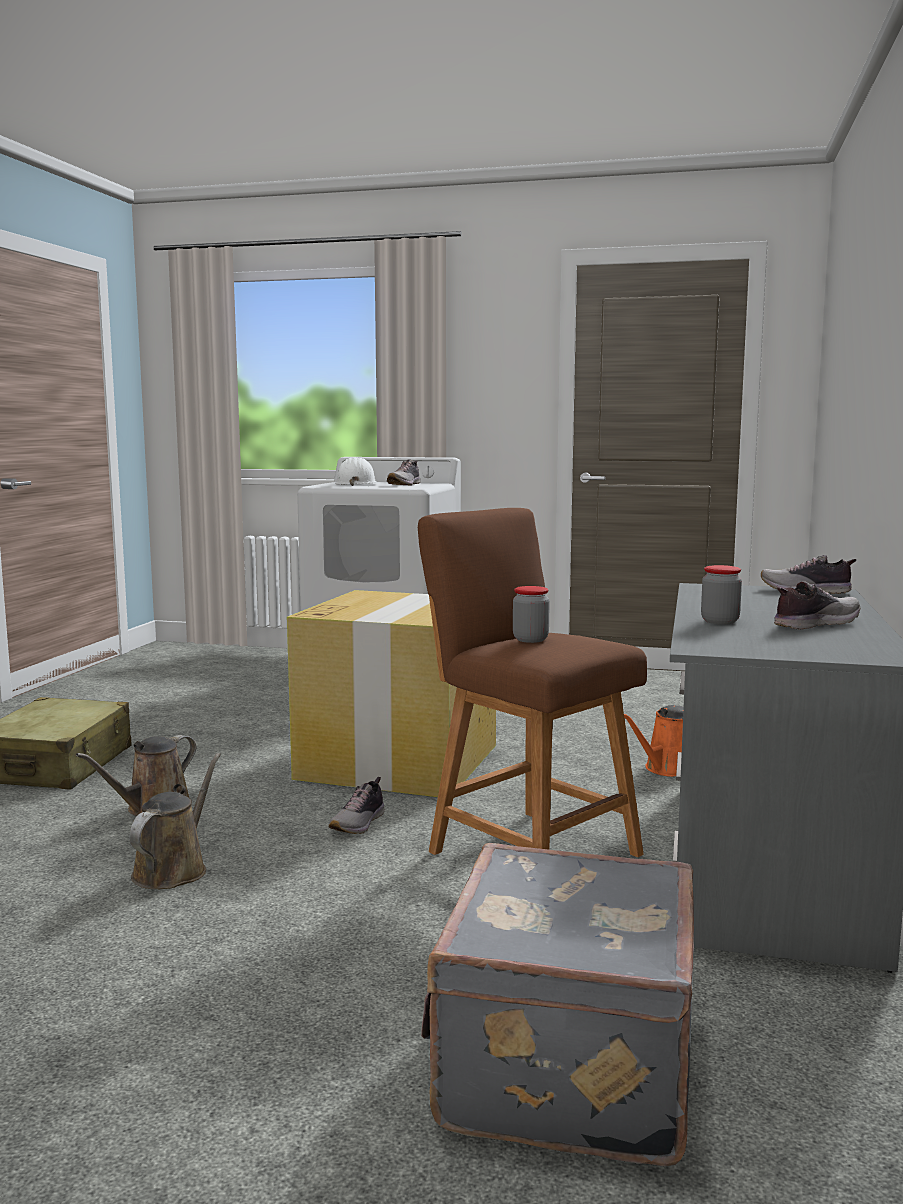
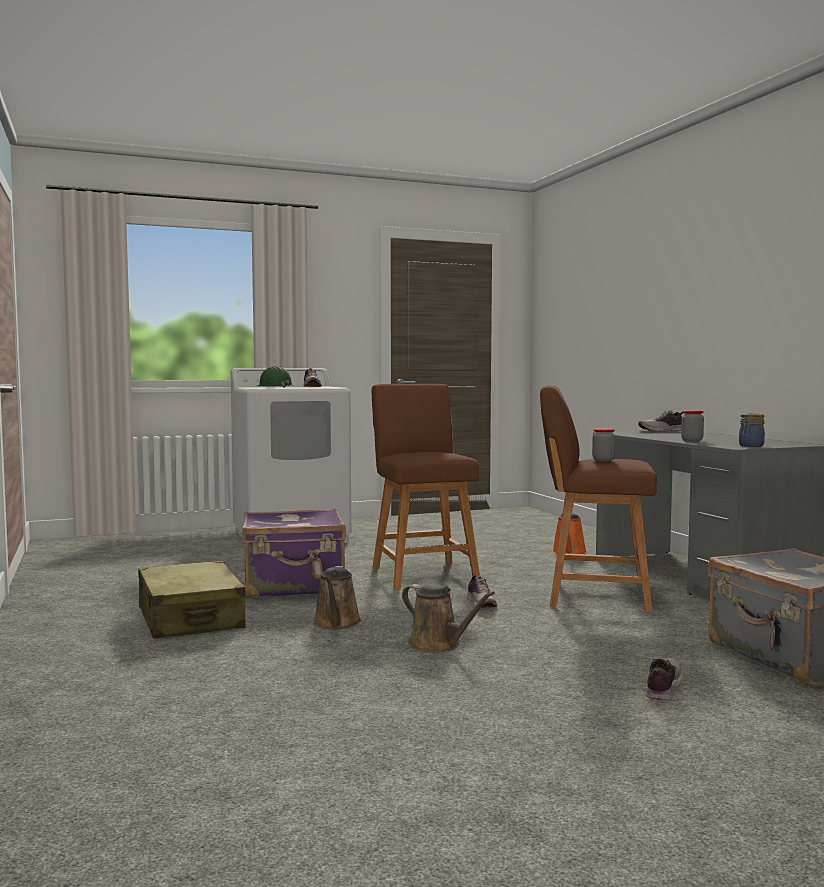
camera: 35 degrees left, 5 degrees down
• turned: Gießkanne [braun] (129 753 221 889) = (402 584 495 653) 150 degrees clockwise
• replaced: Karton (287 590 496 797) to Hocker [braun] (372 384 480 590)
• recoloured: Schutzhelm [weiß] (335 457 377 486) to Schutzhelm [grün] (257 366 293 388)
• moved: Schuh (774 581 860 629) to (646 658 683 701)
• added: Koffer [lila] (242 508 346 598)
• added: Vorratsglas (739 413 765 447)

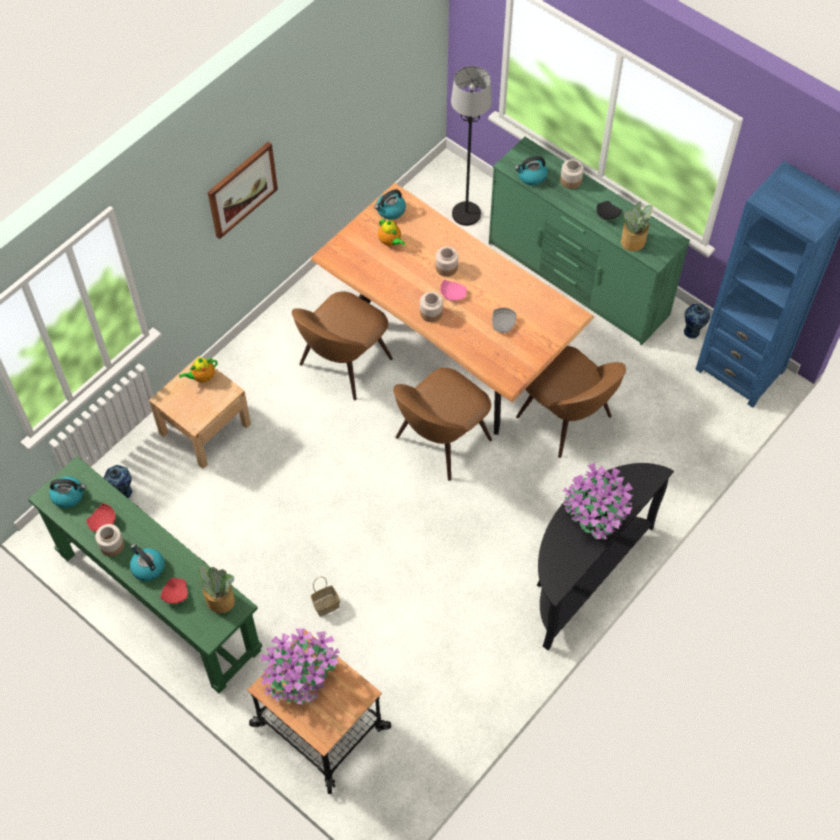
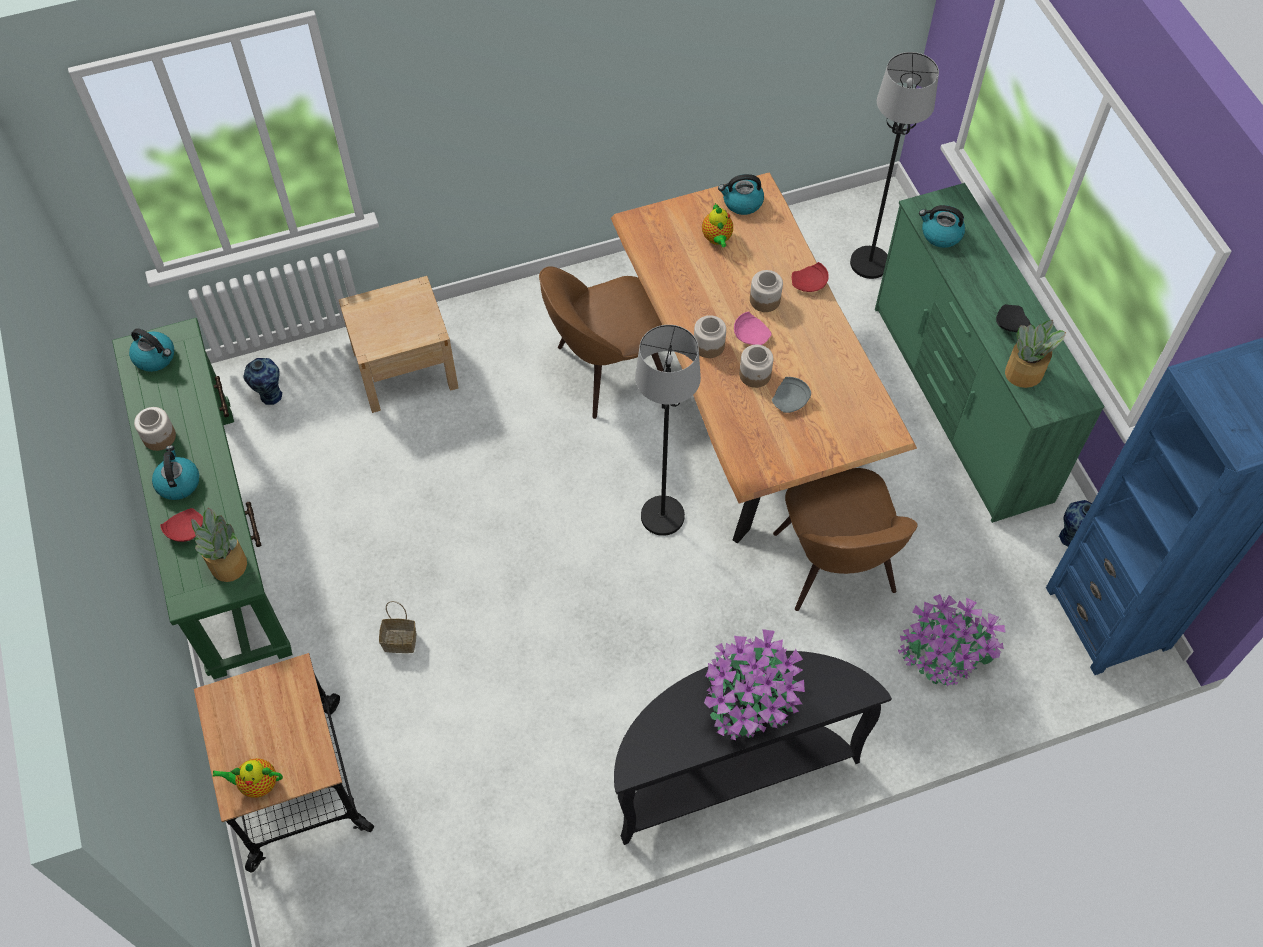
camera: 30 degrees right, 0 degrees up
• moved: Teller [rot] (86 503 115 532) to (792 262 829 292)
• moved: Teekanne (179 358 218 382) to (212 758 283 798)
• removed: Bild (208 142 278 239)
• moved: Topfpflanze (261 629 340 705) to (898 594 1006 686)
• replaced: Stuhl [braun] (393 368 492 481) to Stehlampe [schwarz] (635 325 701 536)
• moved: Vorratsglas (560 159 584 189) to (739 345 773 388)

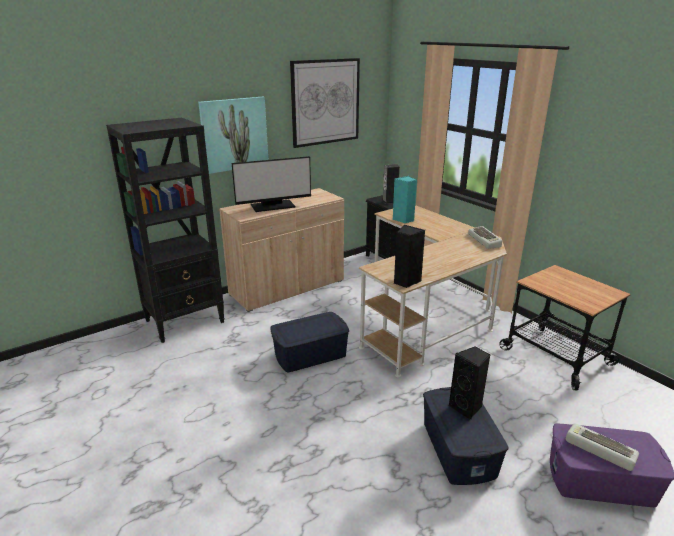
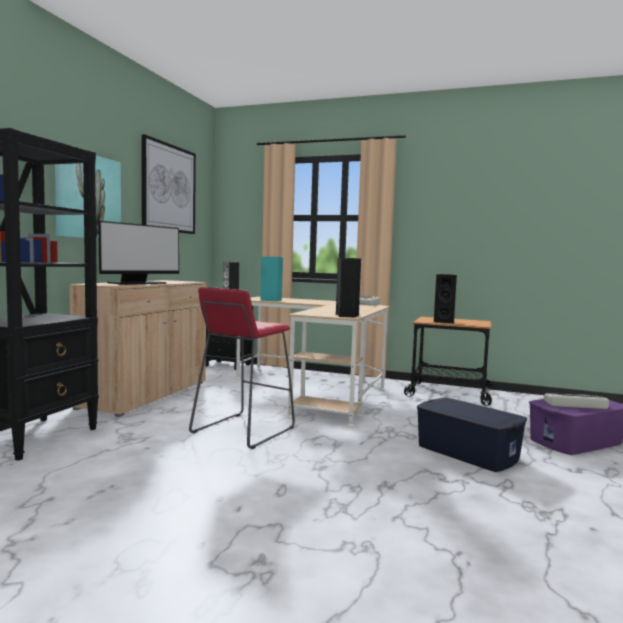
camera: 35 degrees left, 20 degrees down
• replaced: Aufbewahrungsbox [blau] (270 312 349 373) to Hocker [rot] (189 287 295 449)
• moved: Lautsprecher [schwarz] (449 346 490 420) to (434 274 457 324)

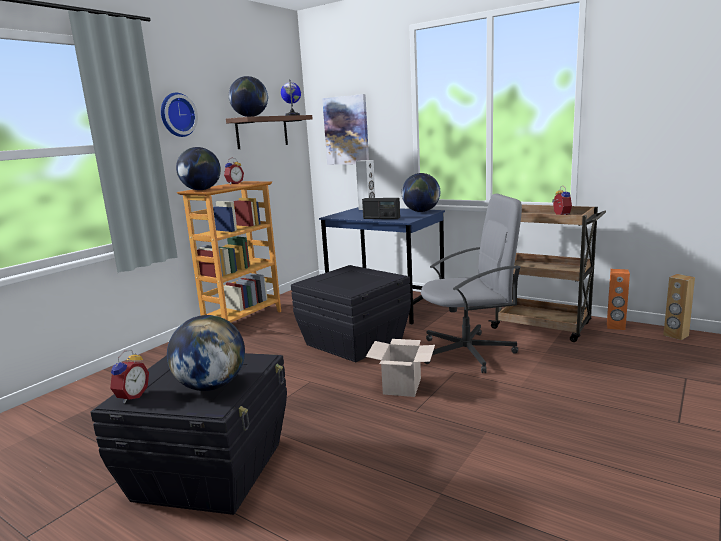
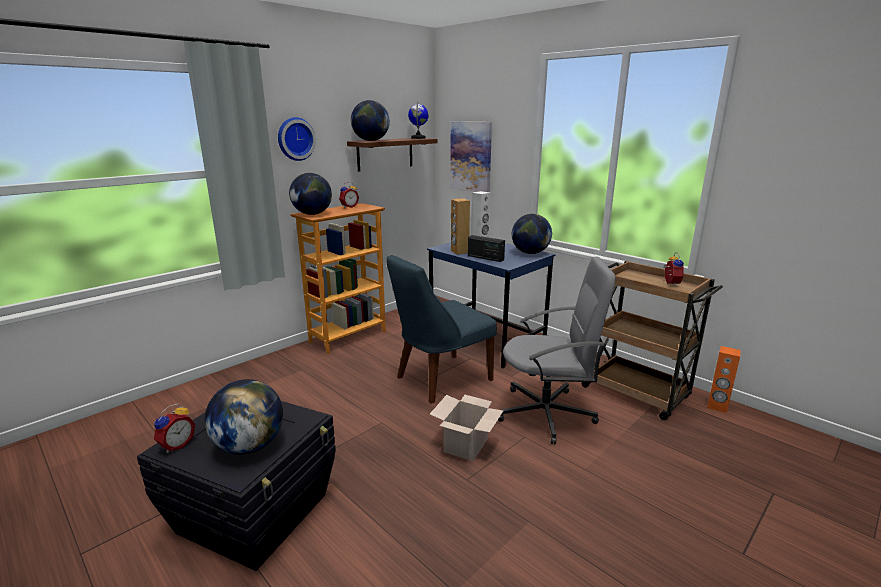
camera: 10 degrees right, 5 degrees up
• replaced: Aufbewahrungsbox [schwarz] (291 265 411 362) to Stuhl [blau] (386 255 497 404)
• moved: Lautsprecher [braun] (663 274 695 340) to (451 198 470 255)

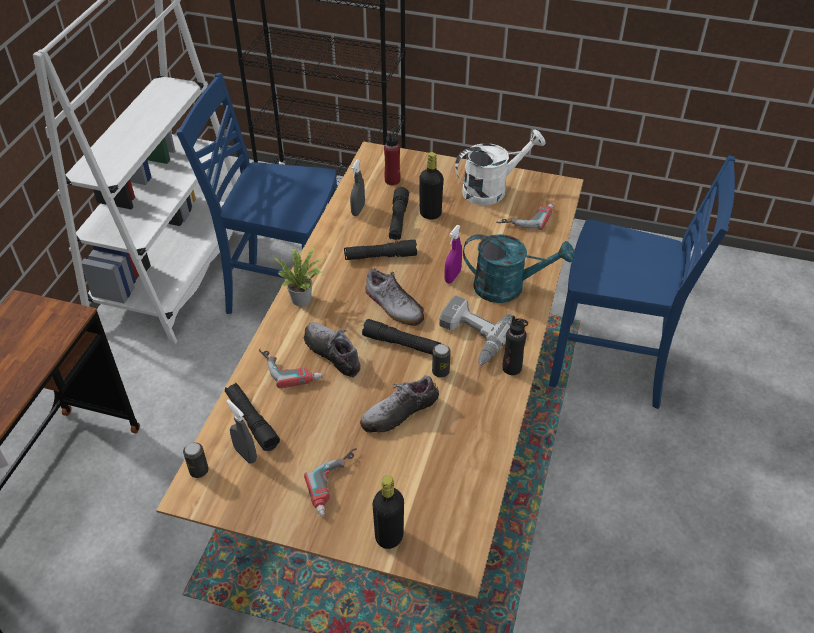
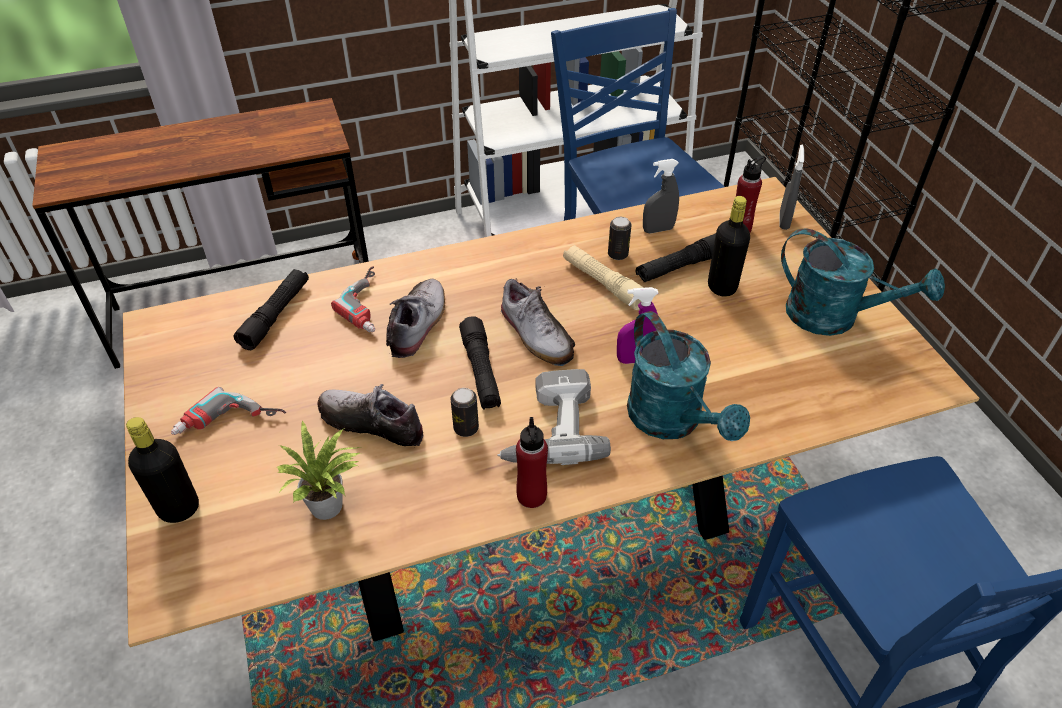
camera: 55 degrees right, 0 degrees up
• moved: Dose (183 442 209 478) to (608 217 632 260)
• moved: Sprühflasche [grau] (226 399 257 464) to (780 145 804 230)
• moved: Topfpflanze (274 246 324 306) to (277 420 362 520)
• recoloured: Taschenlampe [schwarz] (344 240 417 260) to Taschenlampe [beige] (563 245 644 310)
• turned: Schuh (365 268 424 326) = (501 278 575 366) 45 degrees counterclockwise
• recoloured: Gießkanne [weiß] (455 129 546 205) to Gießkanne [türkis] (781 228 945 336)
• removed: Bohrmaschine (496 204 553 230)
• recoloured: Flasche [schwarz] (502 316 528 375) to Flasche [rot] (516 417 548 508)

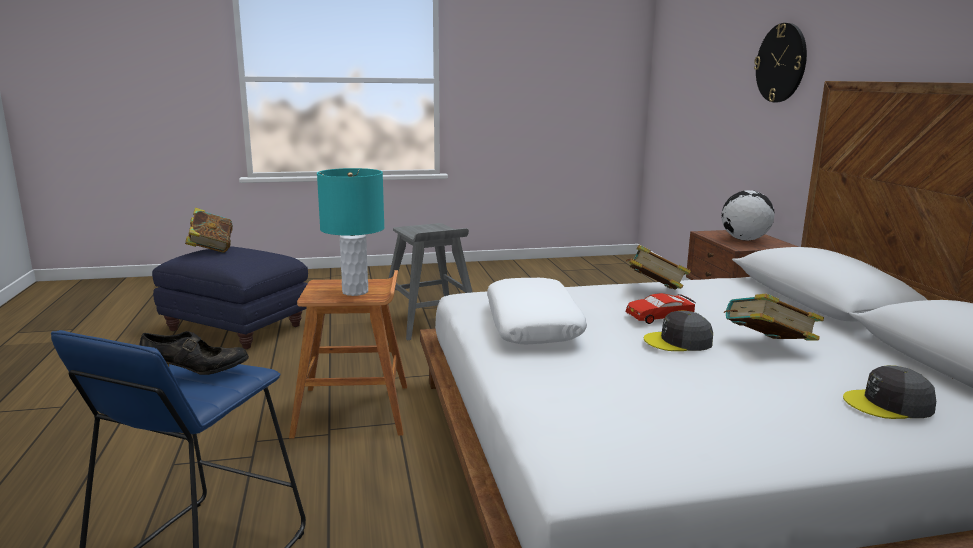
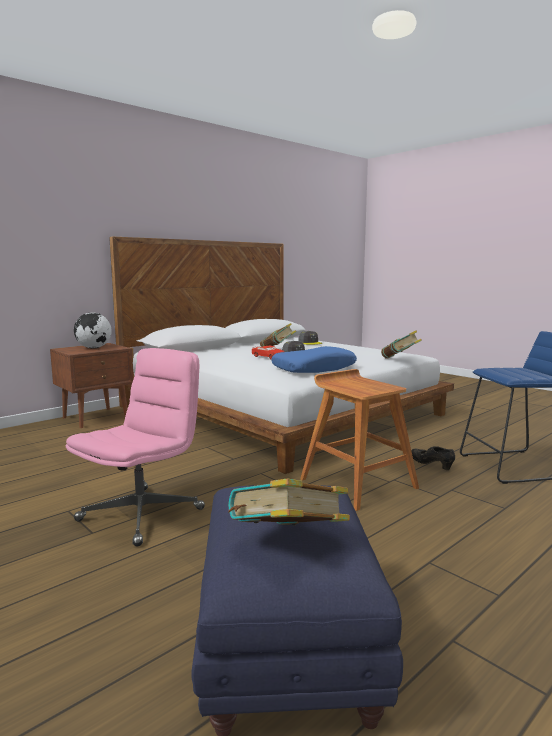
camera: 120 degrees left, 5 degrees down
• moved: Schuh [schwarz] (140 331 249 375) to (411 446 455 470)
• removed: Tischlampe [türkis] (317 168 385 296)
• replaced: Hocker [grau] (388 223 472 340) to Bürostuhl [rosa] (66 348 205 547)
• recoloured: Kissen [weiß] (487 278 587 344) to Kissen [blau] (271 346 357 373)
• moved: Buch (626 245 691 290) to (381 331 422 359)
• removed: Wanduhr (754 23 807 102)

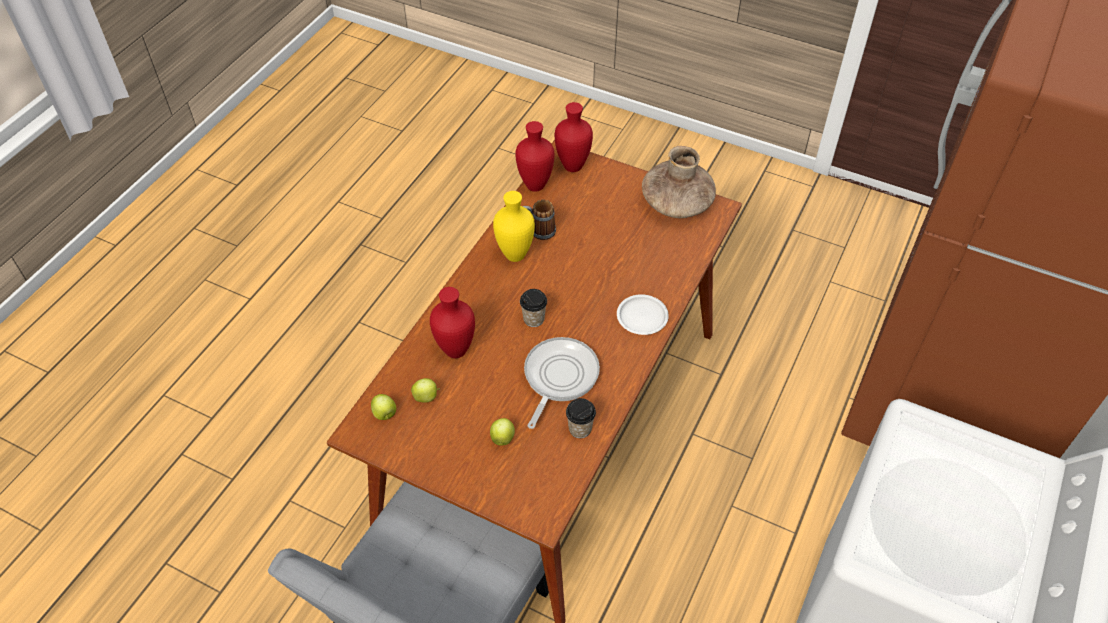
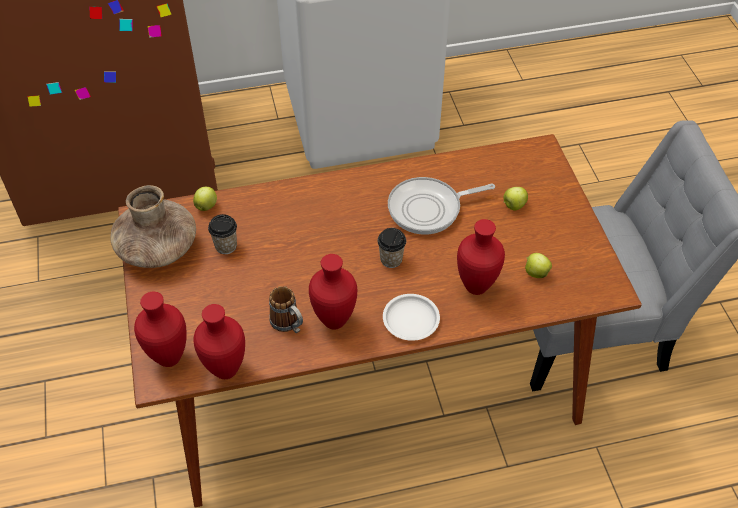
camera: 130 degrees left, 0 degrees up
• moved: Apfel (371 394 396 420) to (193 187 217 211)
• recoloured: Vase [gelb] (493 191 535 262) to Vase [rot] (309 254 357 329)
• moved: Tasse (566 398 596 438) to (208 214 237 254)
• moved: Teller [weiß] (617 294 669 335) to (383 294 440 341)

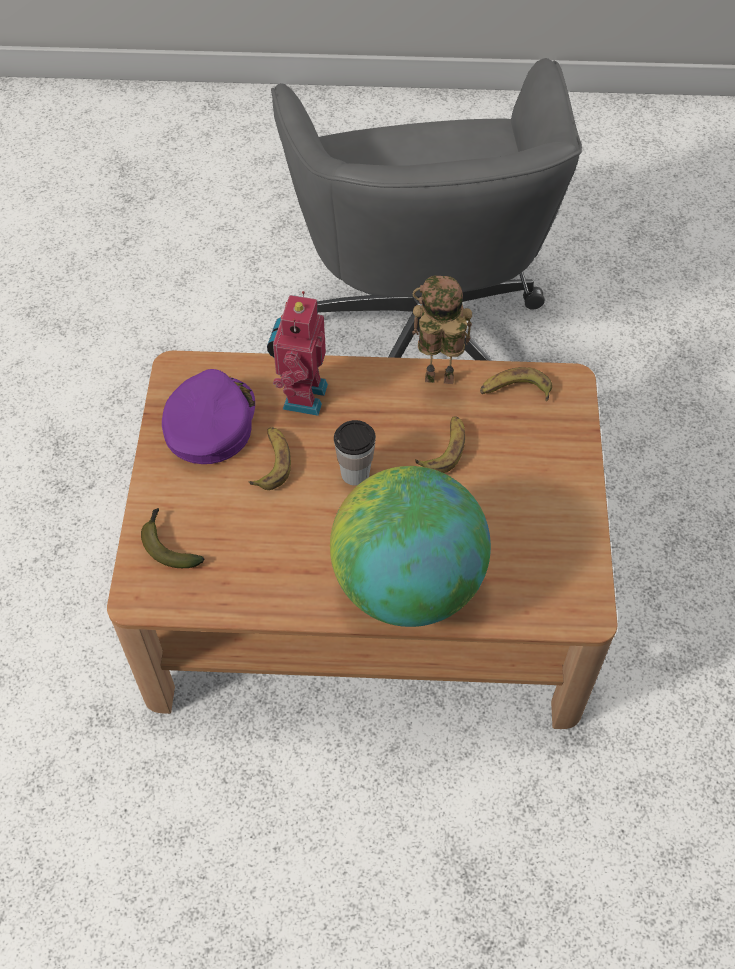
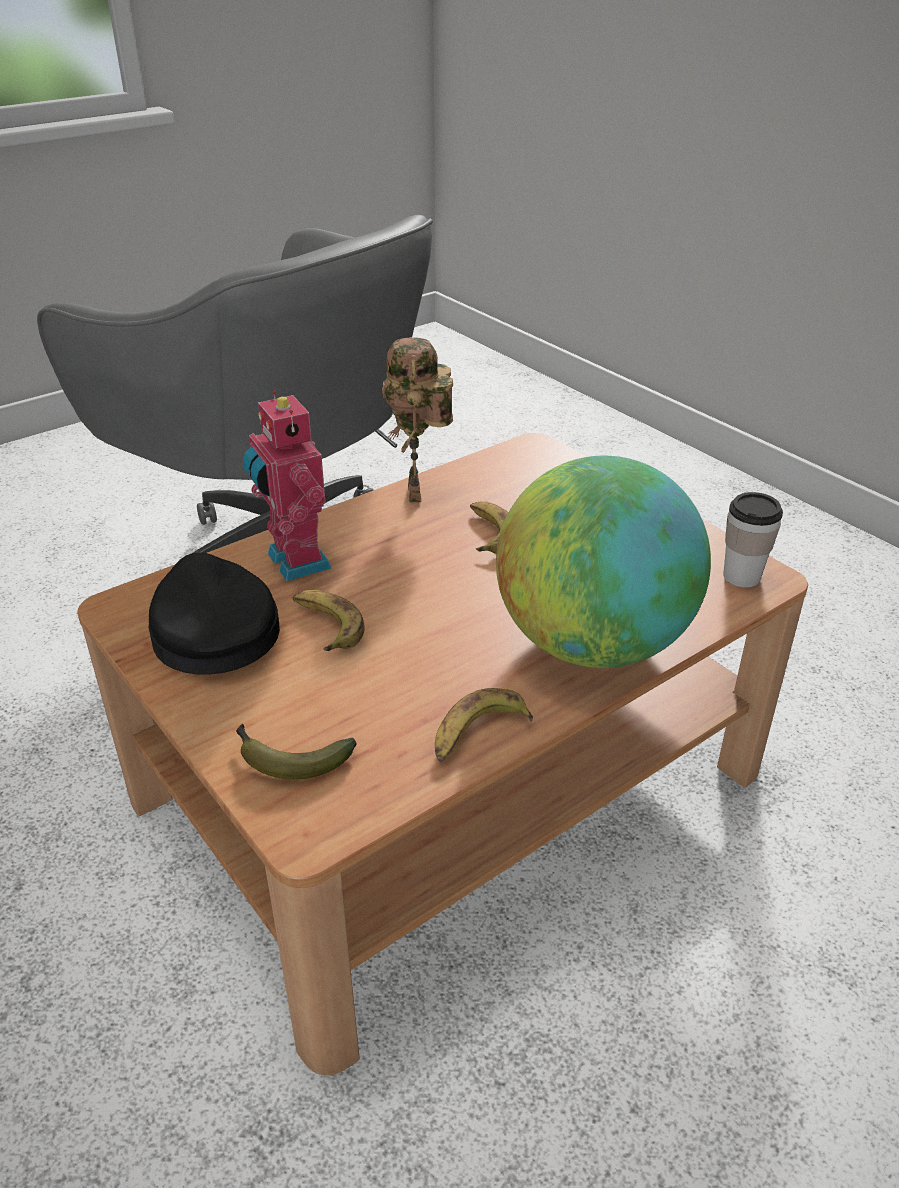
camera: 40 degrees left, 20 degrees down
• recoloured: Kappe [lila] (162 369 255 464) to Kappe [schwarz] (149 553 280 675)
• moved: Tasse (334 420 376 486) to (723 492 783 588)
• turned: Spielzeugroboter (412 276 472 384) = (382 337 453 503) 60 degrees counterclockwise
• moved: Banane (480 367 552 401) to (435 688 533 762)

